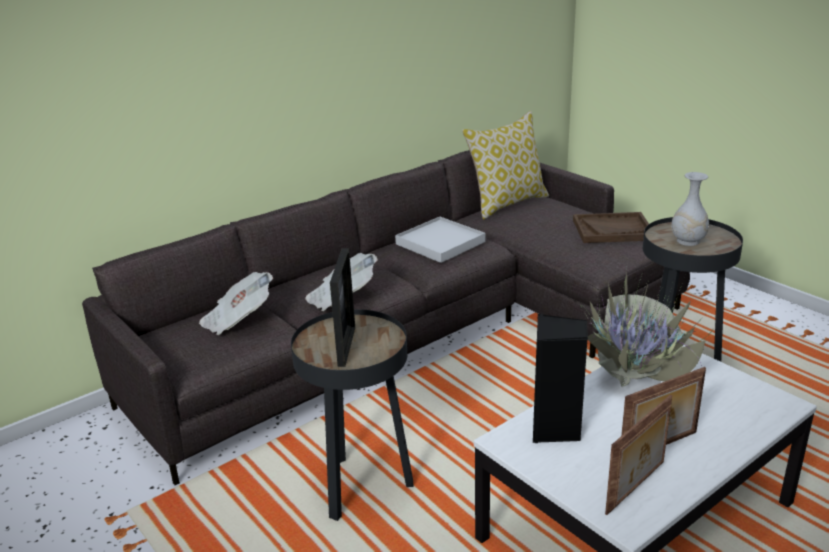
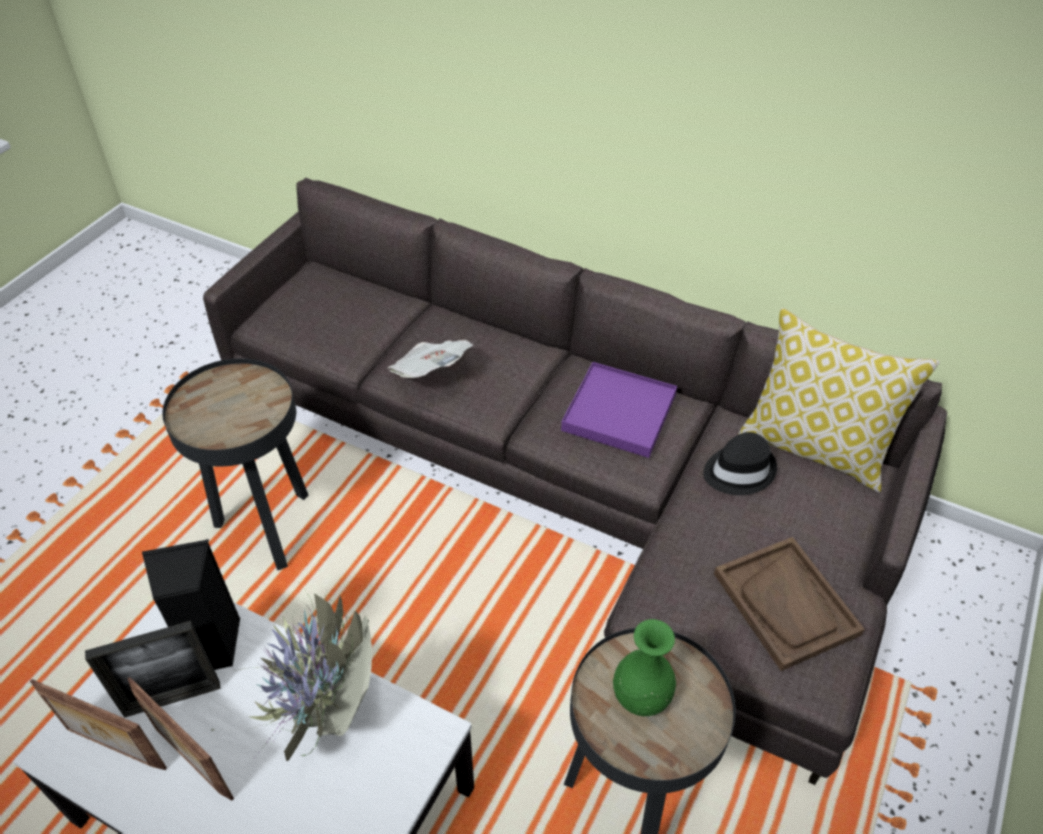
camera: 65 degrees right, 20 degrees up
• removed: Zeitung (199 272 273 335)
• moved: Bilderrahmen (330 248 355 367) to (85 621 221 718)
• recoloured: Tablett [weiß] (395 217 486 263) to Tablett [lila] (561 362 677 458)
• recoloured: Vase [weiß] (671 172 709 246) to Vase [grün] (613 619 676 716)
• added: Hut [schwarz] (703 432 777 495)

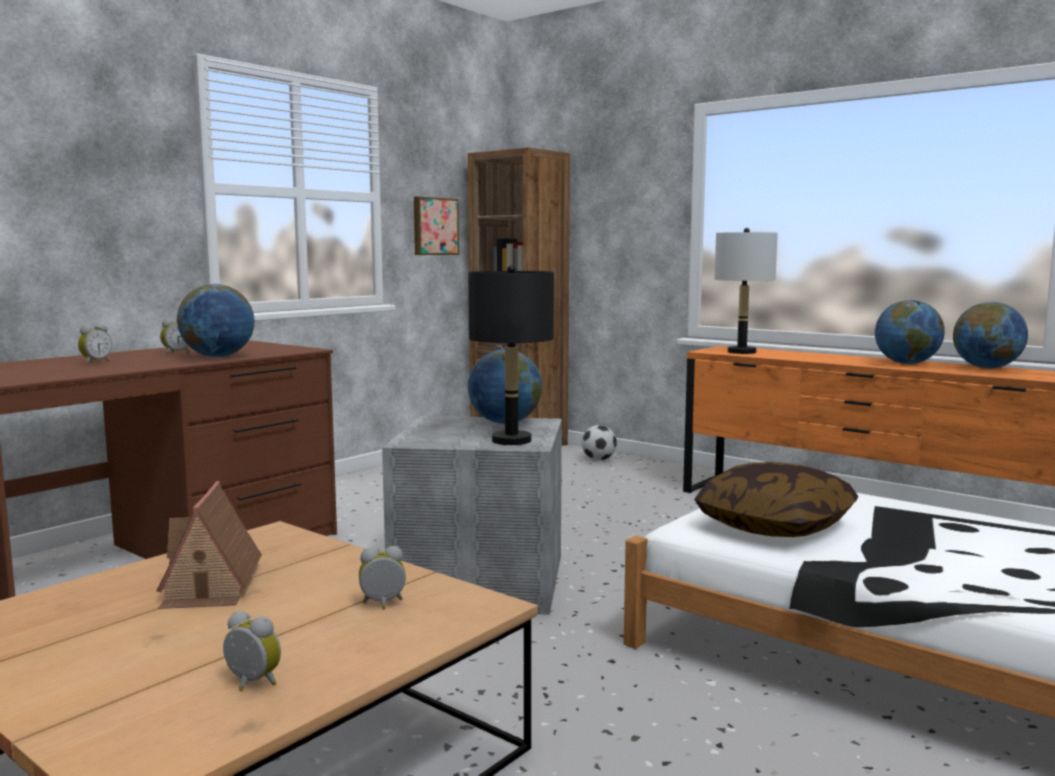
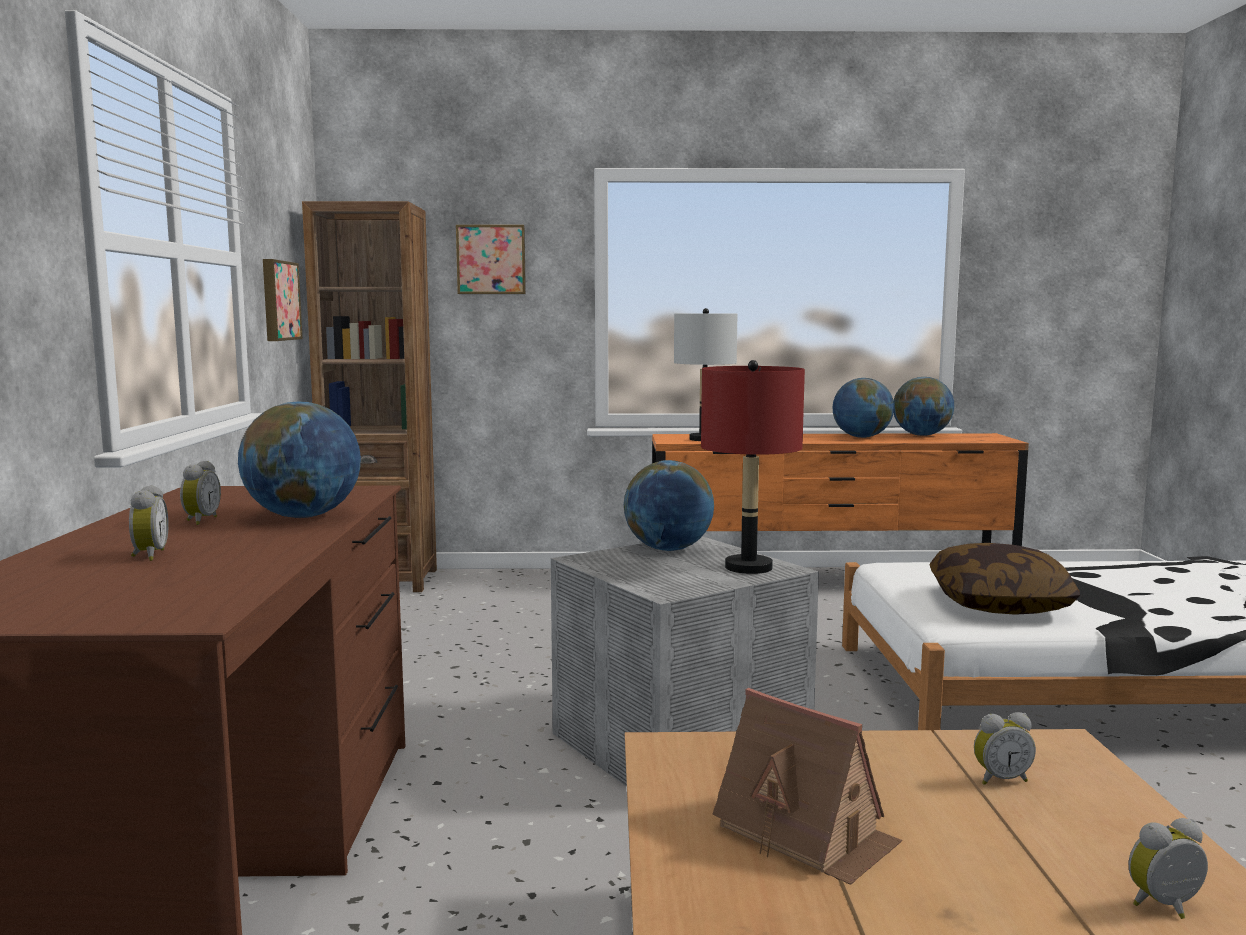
camera: 40 degrees left, 0 degrees up
• turned: Wecker (359 546 406 609) = (974 712 1036 785) 135 degrees counterclockwise
• recoloured: Tischlampe [schwarz] (468 265 554 445) to Tischlampe [rot] (701 360 805 574)
• removed: Fußball (581 425 617 460)
• added: Bild (456 225 526 294)

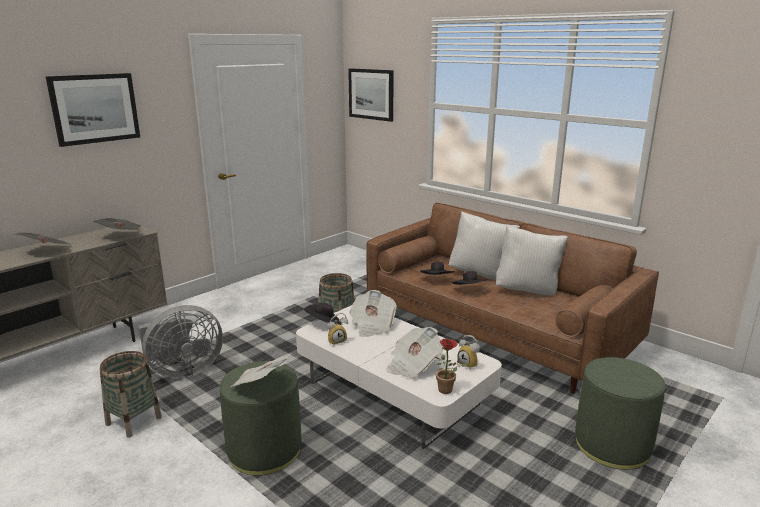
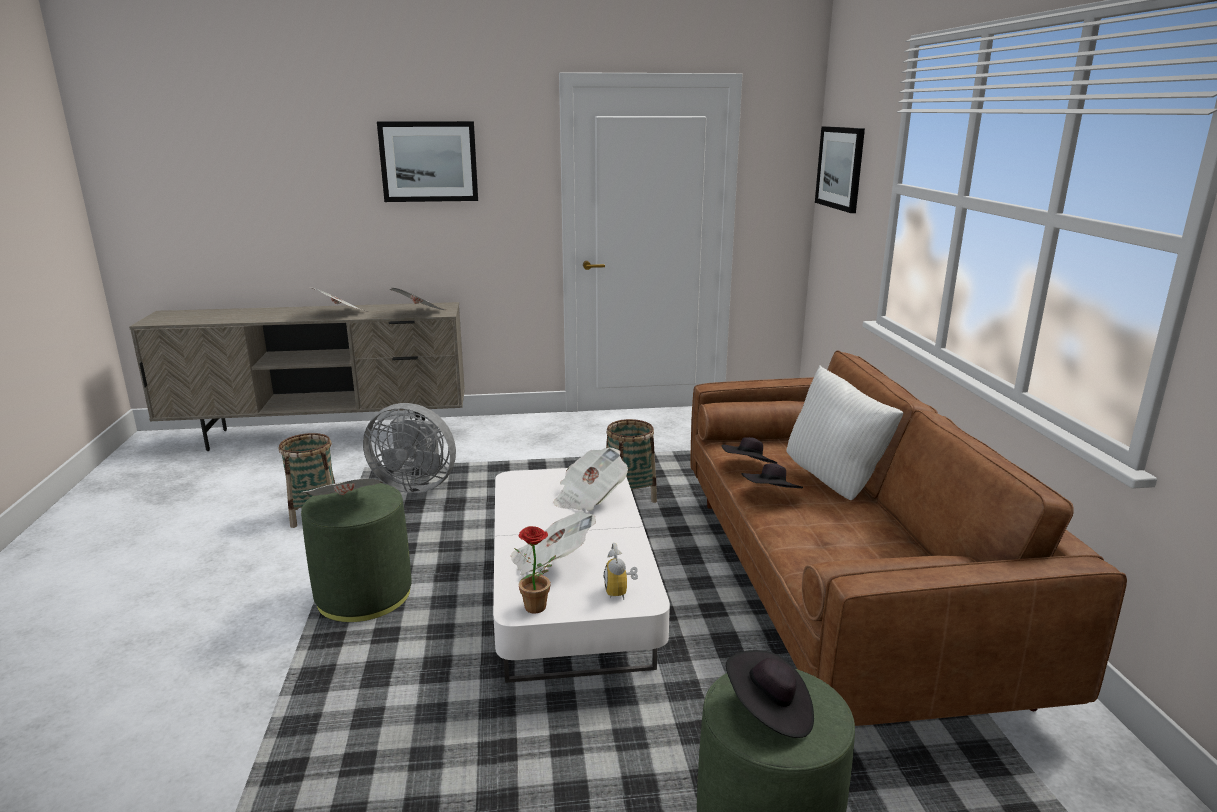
camera: 40 degrees right, 0 degrees up
• moved: Hut [schwarz] (304 303 342 325) to (726 650 814 738)
• removed: Wecker (327 313 348 346)
• removed: Kissen [weiß] (496 226 568 296)

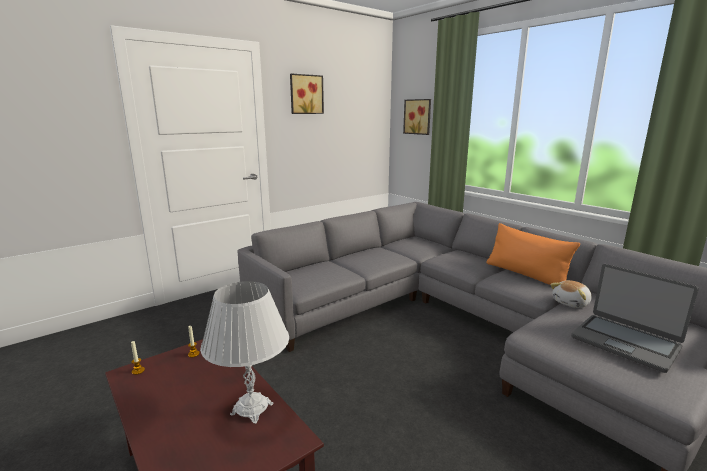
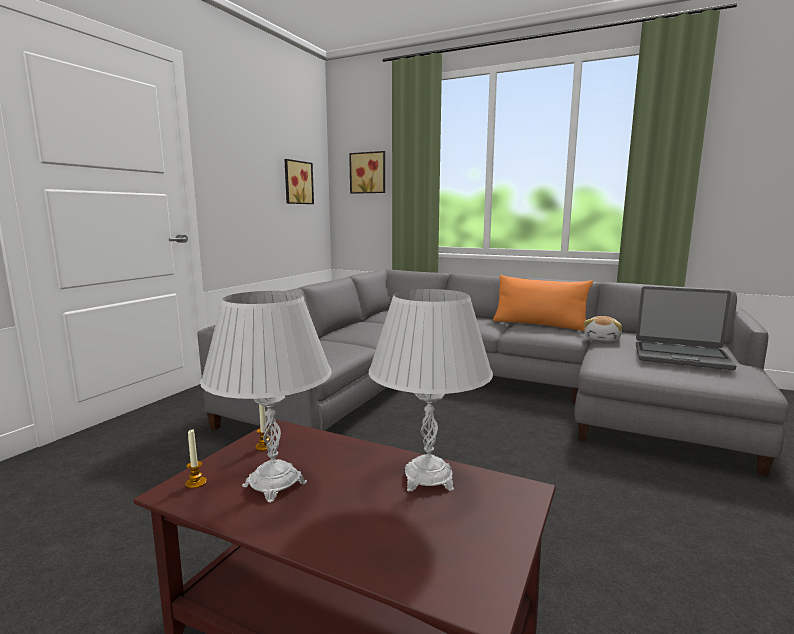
camera: 25 degrees left, 5 degrees down
• moved: Bild (290 74 324 114) to (284 159 314 204)
• added: Tischlampe [weiß] (200 291 332 503)

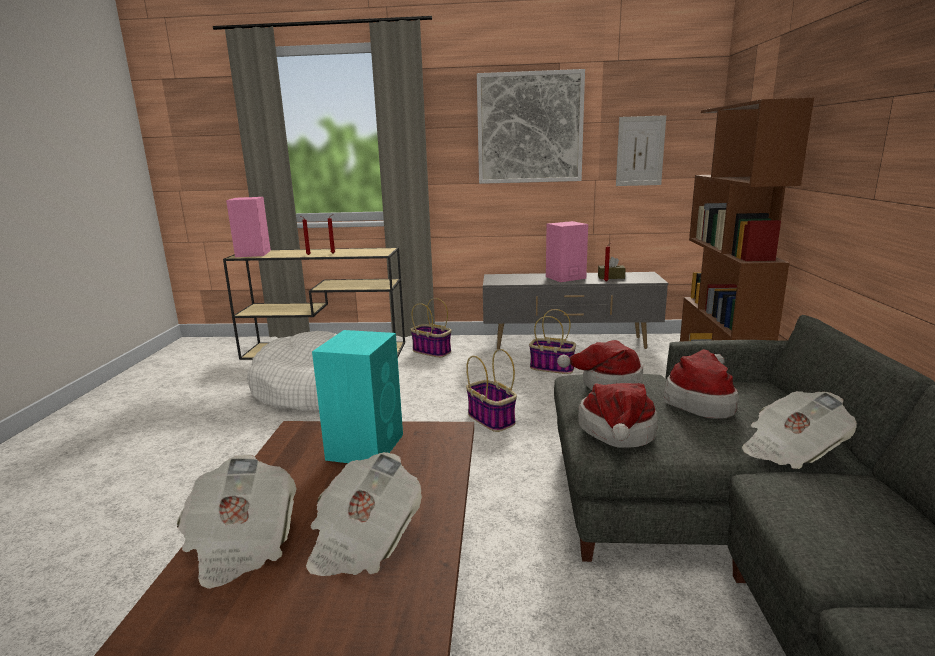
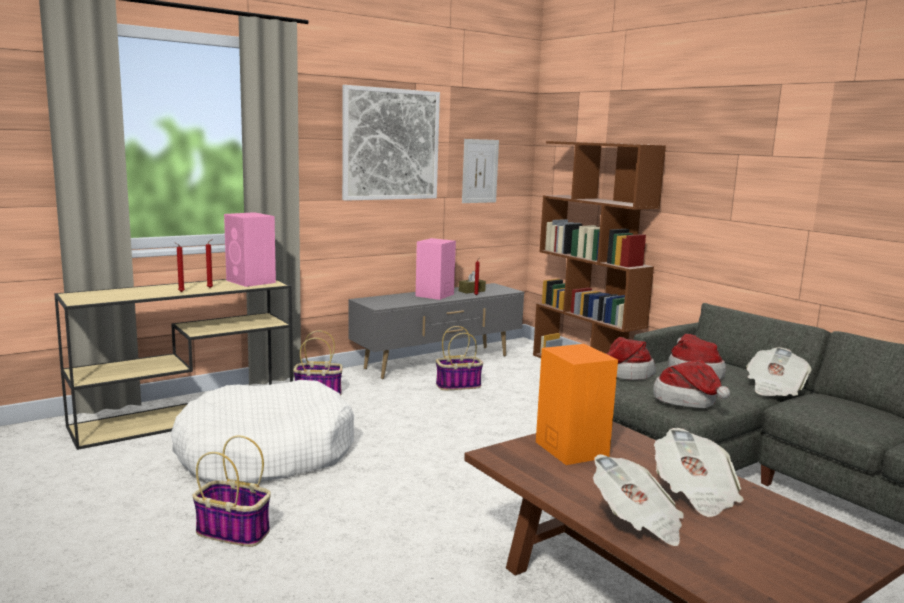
camera: 40 degrees left, 5 degrees down
• moved: Lautsprecher [rosa] (226 197 271 257) to (224 212 276 287)
• recoloured: Lautsprecher [türkis] (312 330 403 463) to Lautsprecher [orange] (536 344 618 465)
• moved: Korb (466 349 517 432) to (192 436 271 547)

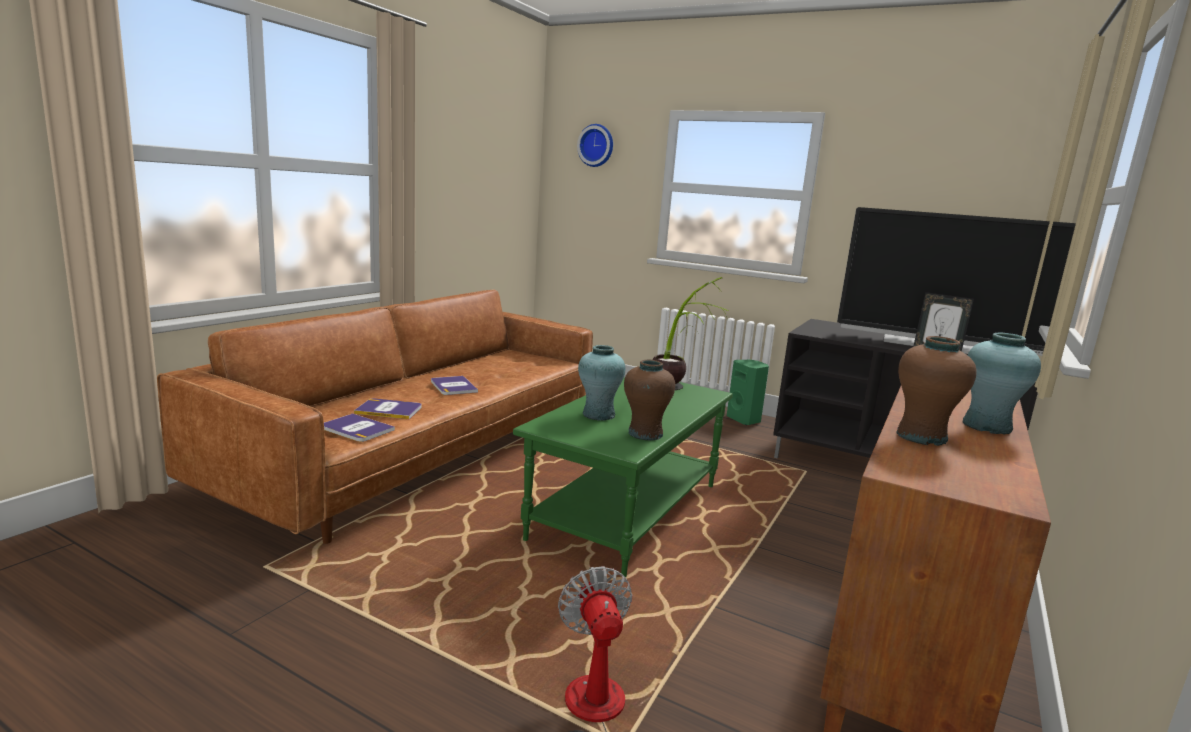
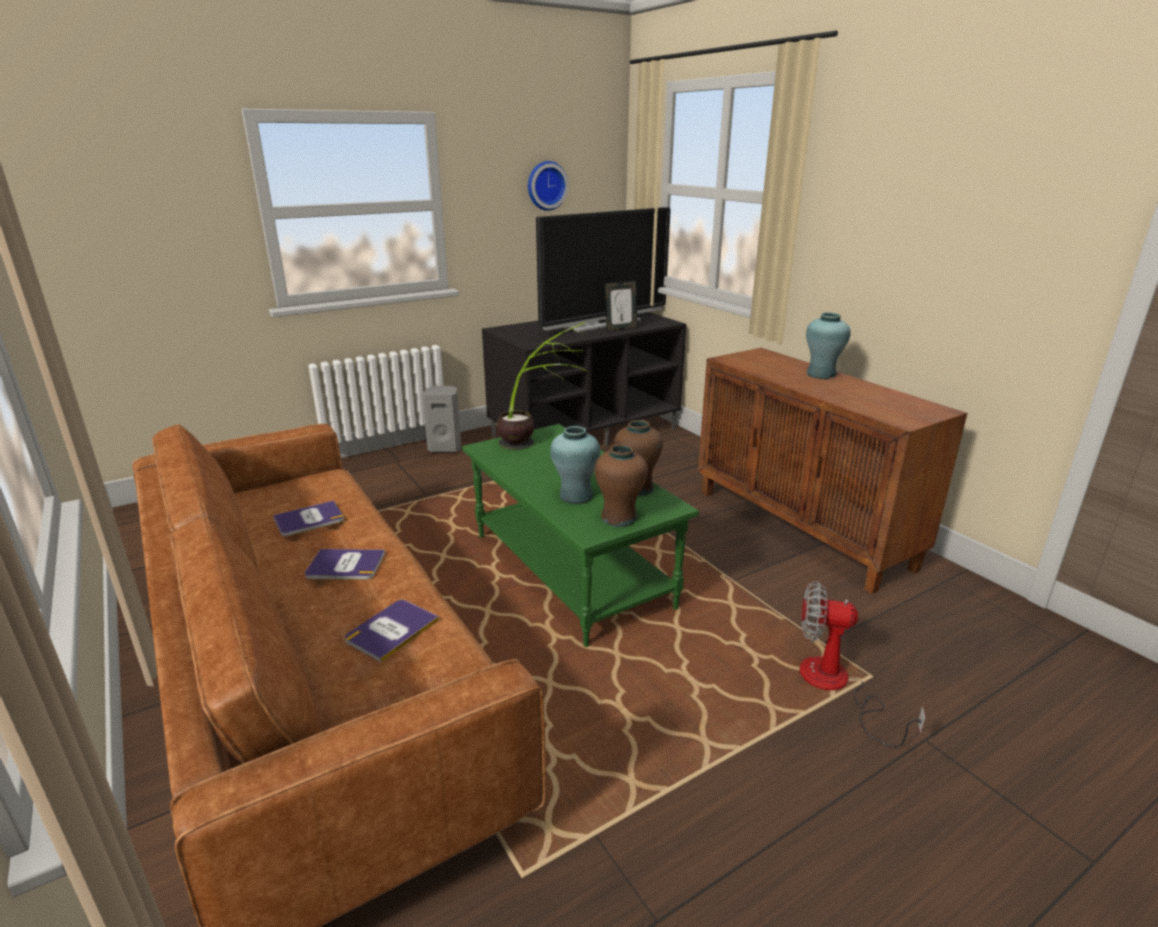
camera: 60 degrees left, 10 degrees up
• moved: Buch (324 413 395 442) to (273 501 344 536)
• moved: Wanduhr (577 124 613 167) to (528 161 568 211)
• recoloured: Lautsprecher [grün] (727 360 769 425) to Lautsprecher [grau] (422 386 461 452)
• moved: Vase [braun] (896 336 977 446) to (595 444 648 527)

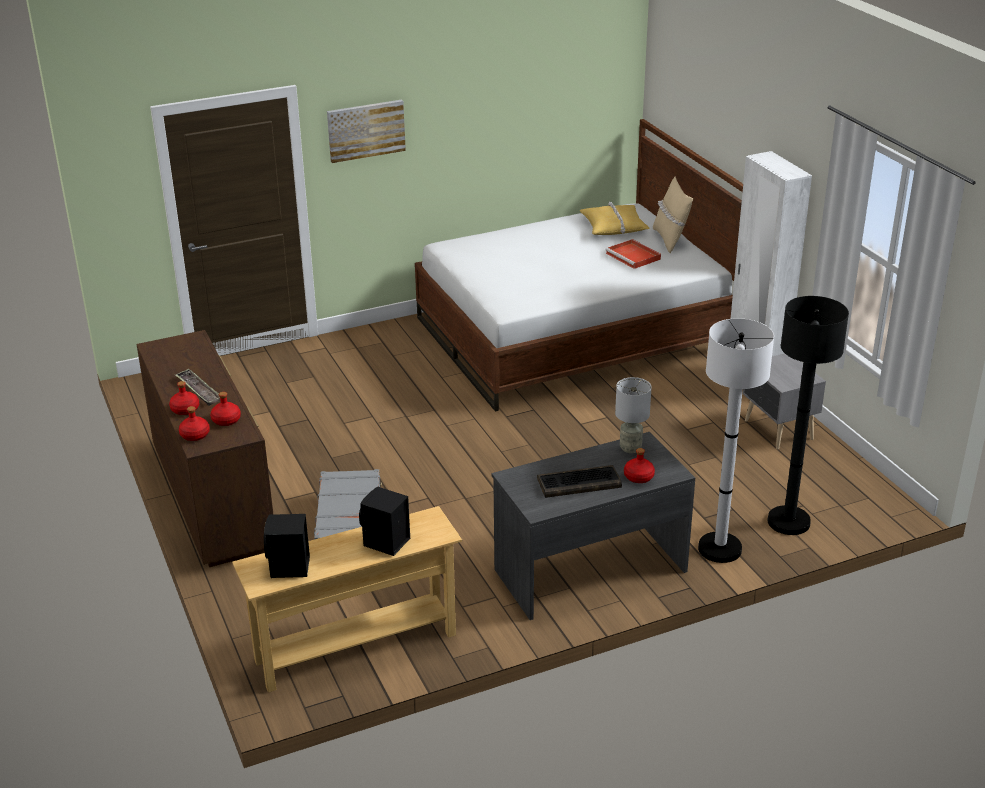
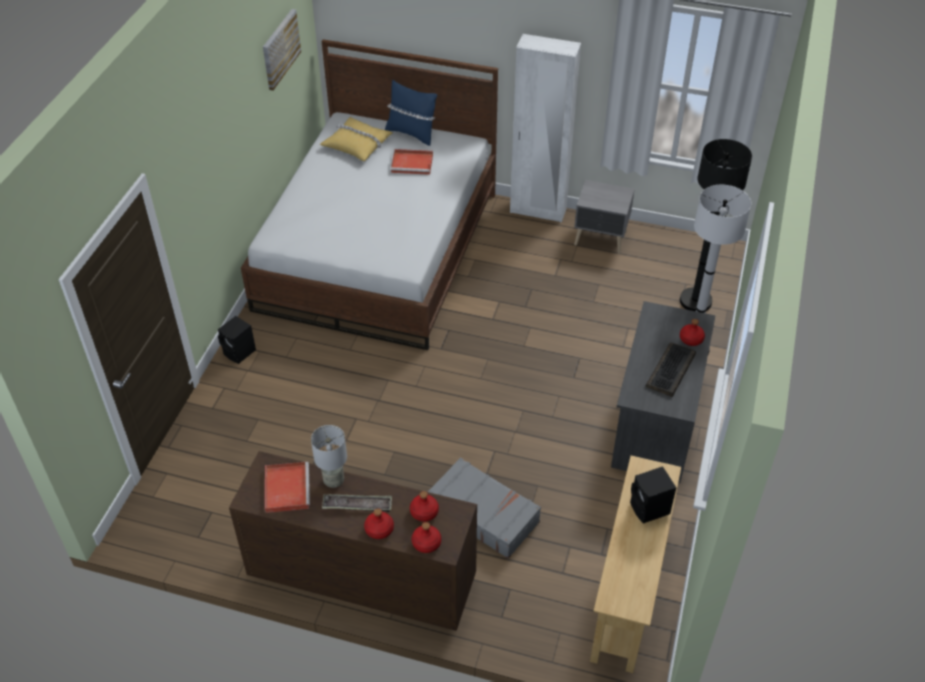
camera: 50 degrees left, 15 degrees up
• moved: Lautsprecher [schwarz] (264 514 310 578) to (218 316 256 364)
• moved: Bild (327 100 406 163) to (263 9 301 91)
• moved: Tischlampe [grau] (615 377 651 453) to (311 425 347 488)
• recoloured: Kissen [beige] (653 176 693 253) to Kissen [blau] (385 80 437 146)
• added: Tablett [rot] (265 462 310 513)

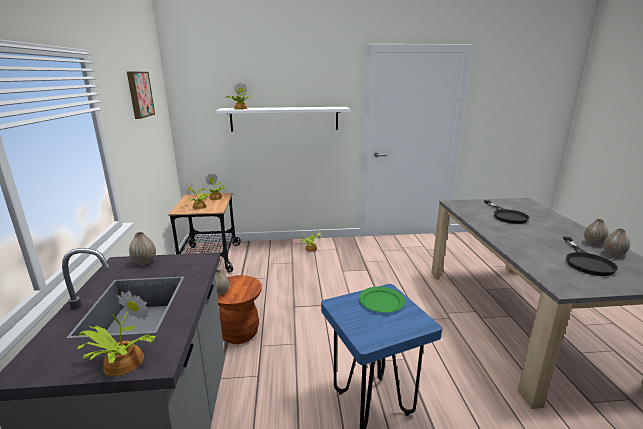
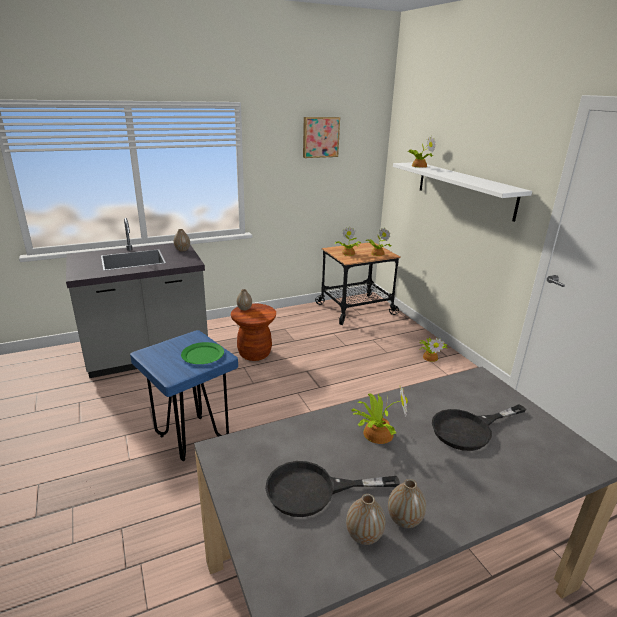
camera: 70 degrees right, 5 degrees up
• moved: Topfpflanze (77 290 156 376) to (351 387 408 444)

